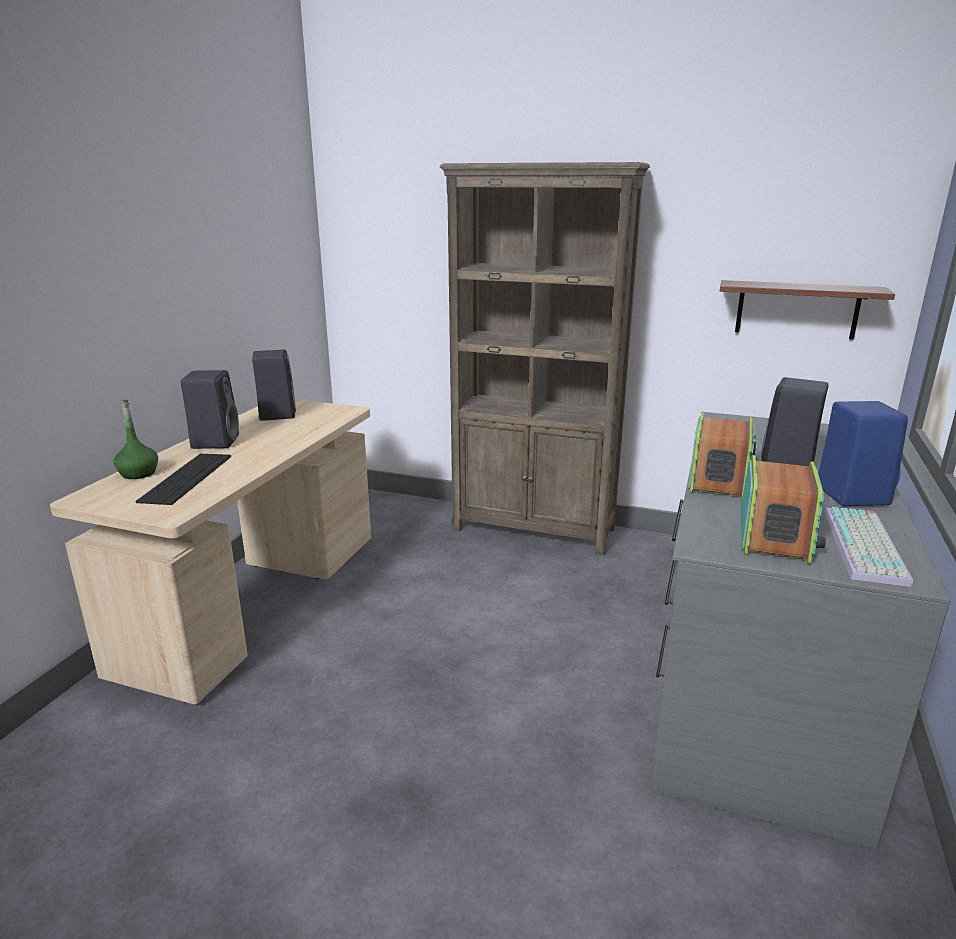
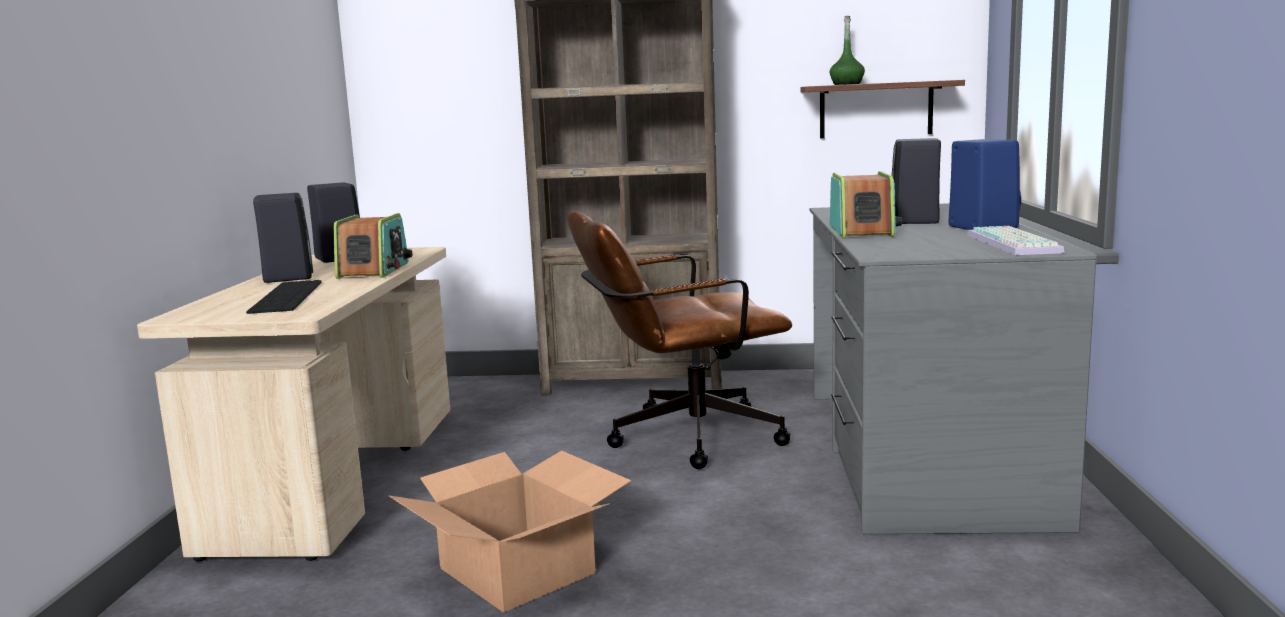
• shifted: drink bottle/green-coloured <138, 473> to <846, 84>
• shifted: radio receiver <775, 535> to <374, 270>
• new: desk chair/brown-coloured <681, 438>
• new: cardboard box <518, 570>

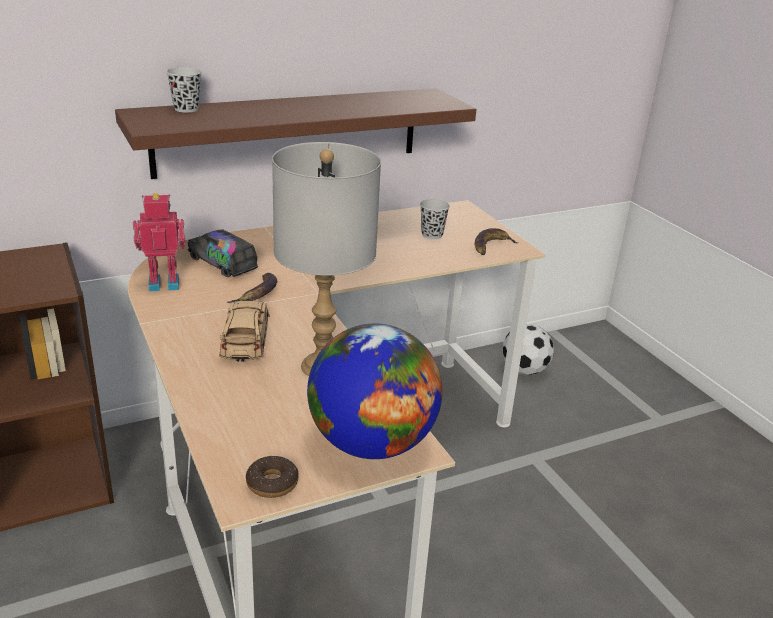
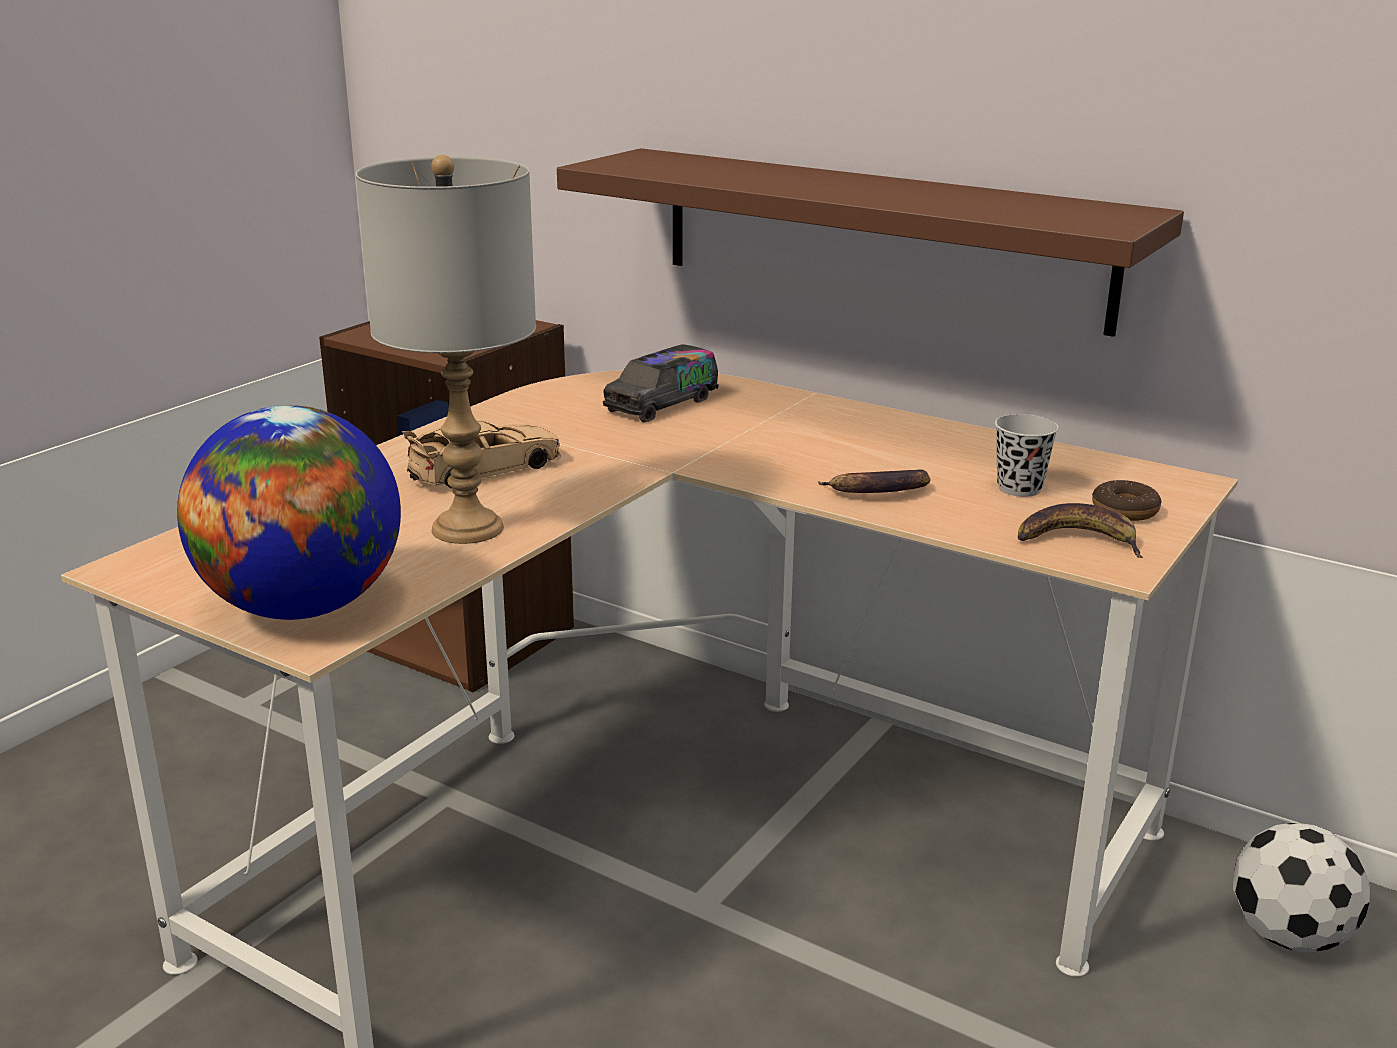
• gone: drinking cup/blackish <186, 109>
• gone: model robot <164, 283>
• rotated: toy lorry <222, 264> = <662, 404> 150 degrees counterclockwise
• shifted: whole banana <258, 293> to <878, 492>
• shifted: doughnut <272, 483> to <1124, 510>

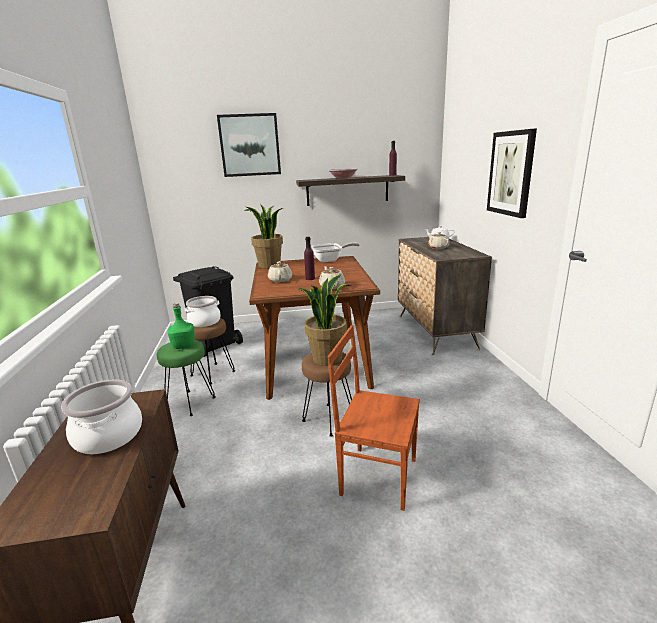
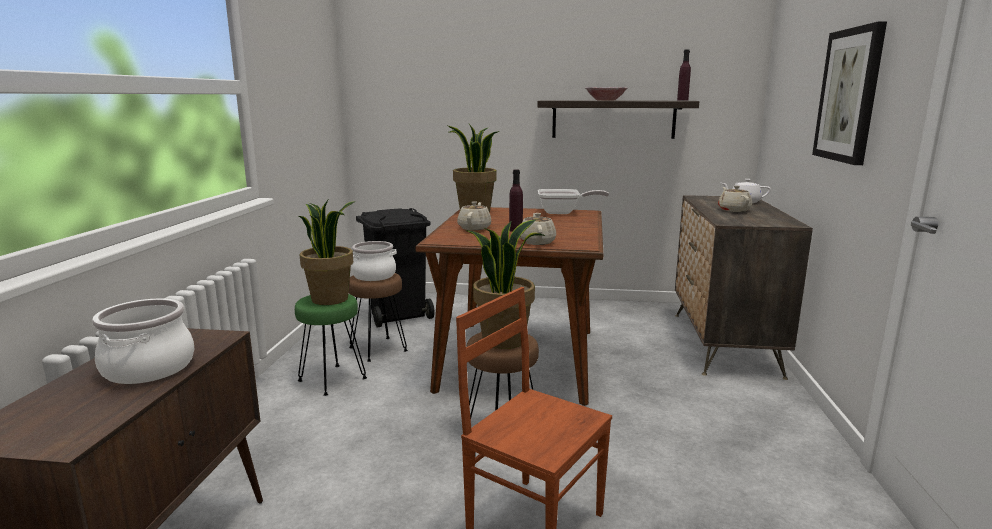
• gone: wall picture <250, 145>
• swapped: drink bottle/green-coloured <183, 346> to potted plant <331, 299>

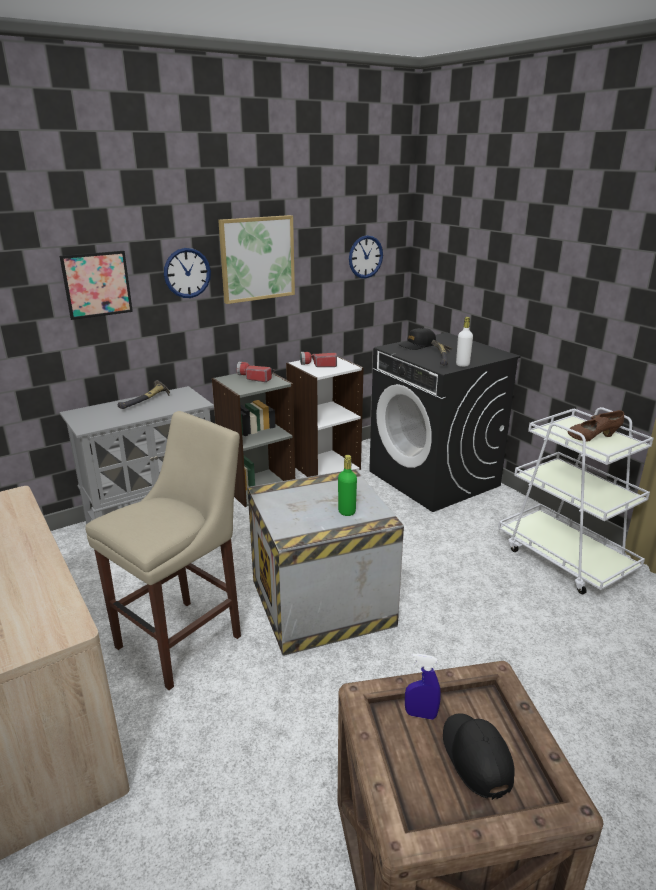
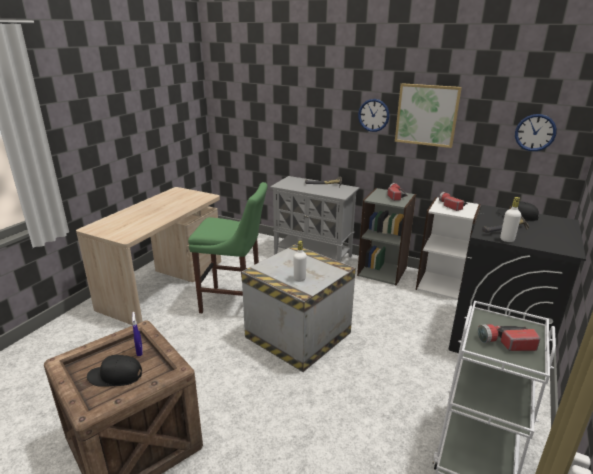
• gone: wall picture <97, 284>
• swapped: shoe/brown-coloured <592, 438> to flashlight <506, 343>
• repainted: stool/beige <184, 638> to stool/green-coloured <234, 303>
• repainted: drink bottle/green-coloured <347, 511> to drink bottle/white-coloured <299, 279>
• rotated: peaked cap/blackish <476, 757> = <115, 376> 135 degrees counterclockwise

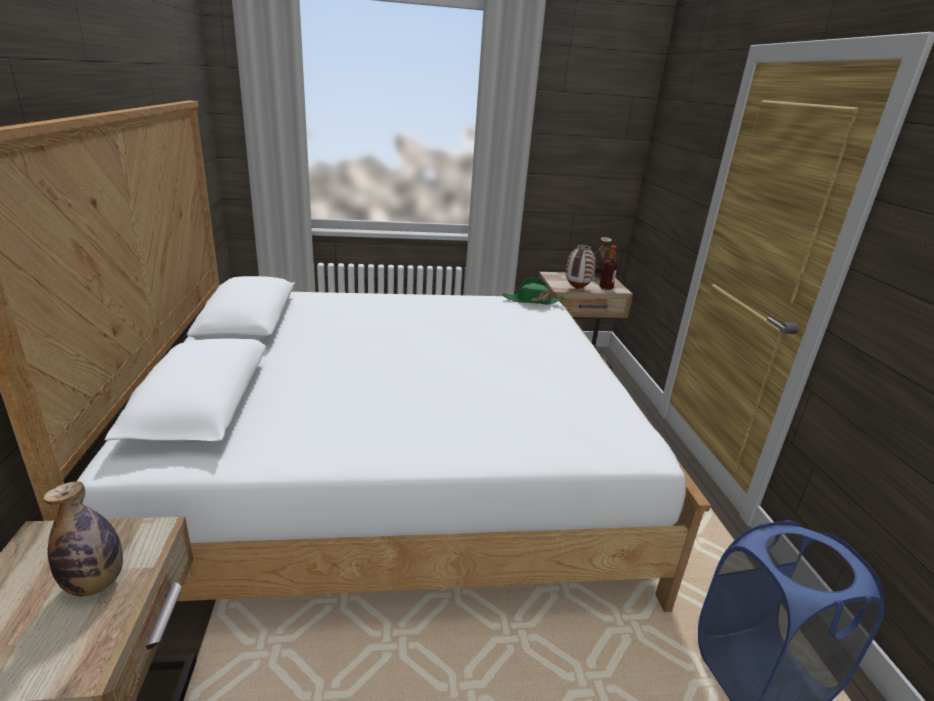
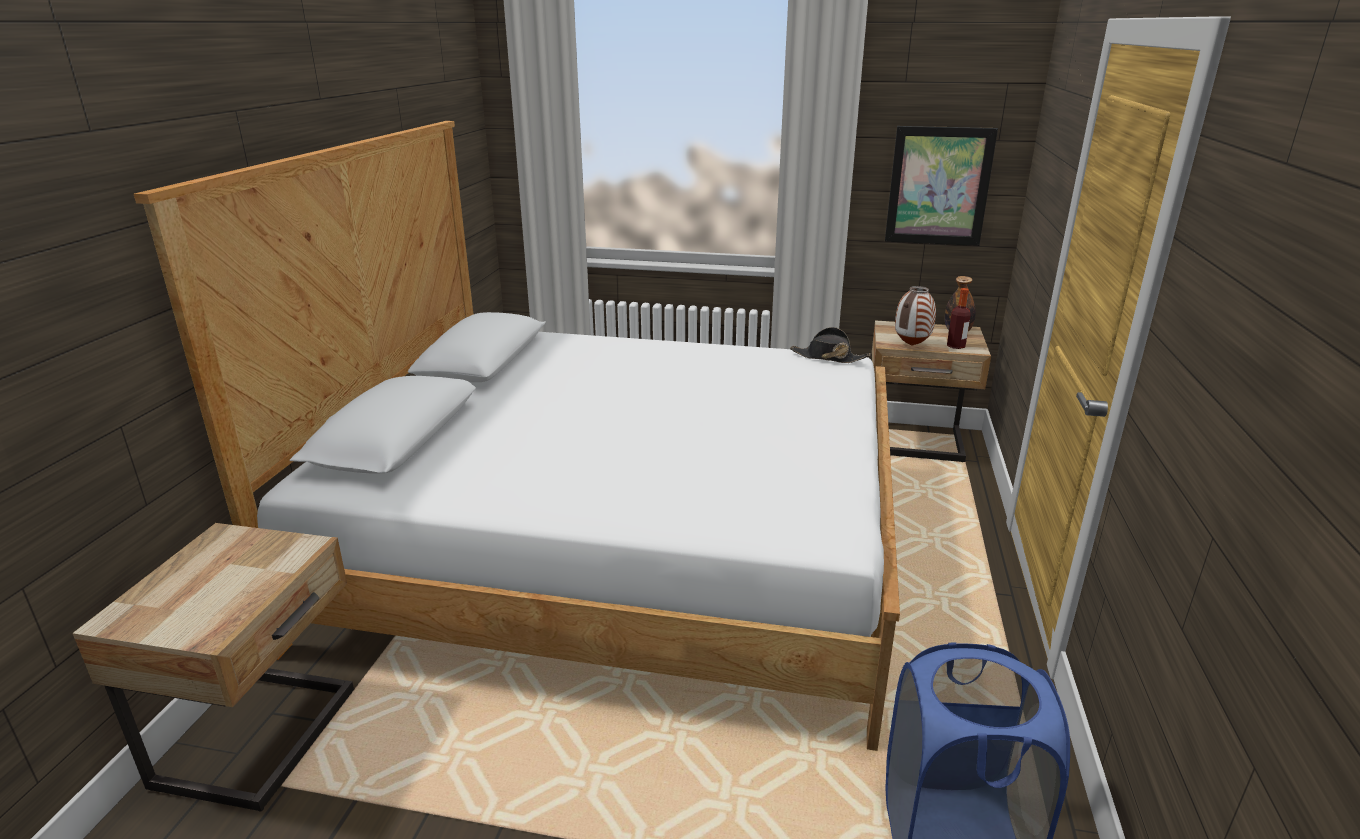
• repainted: wearable hat/green-coloured <532, 301> to wearable hat/blackish <828, 357>
• gone: drink bottle <95, 583>
• new: wall picture <938, 186>

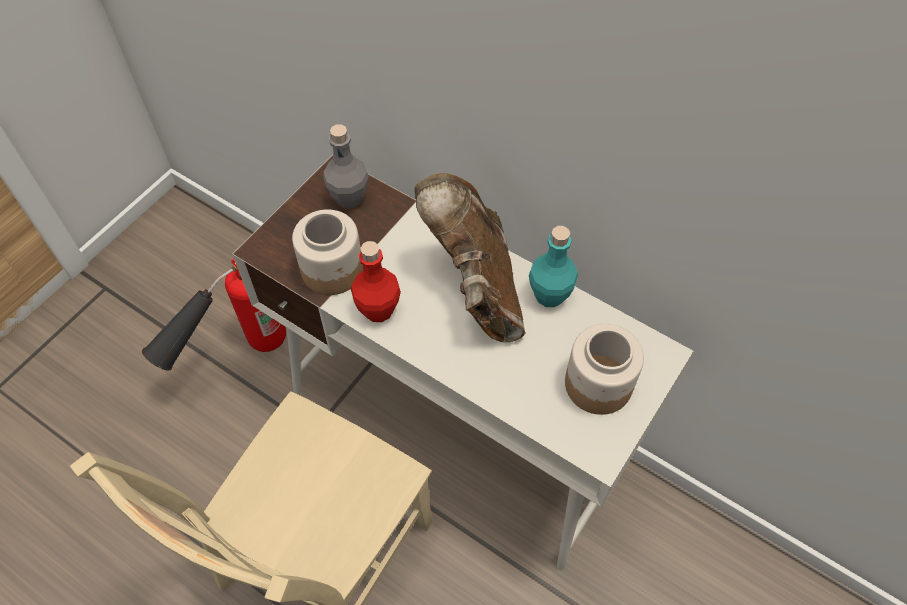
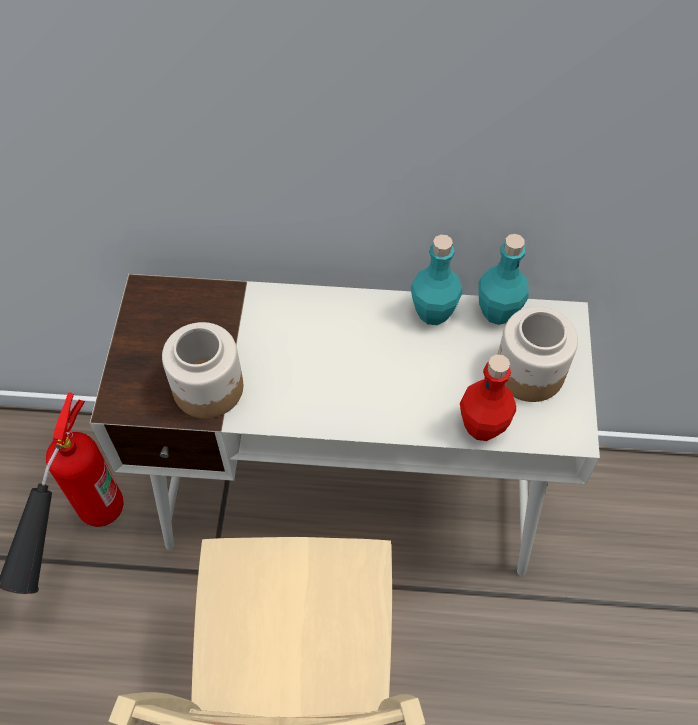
• gone: drink bottle/greyish <349, 198>
• gone: tall boot/brown-coloured <476, 289>
• shifted: drink bottle/red <378, 310> to <482, 426>
• new: drink bottle/turquoise <498, 312>

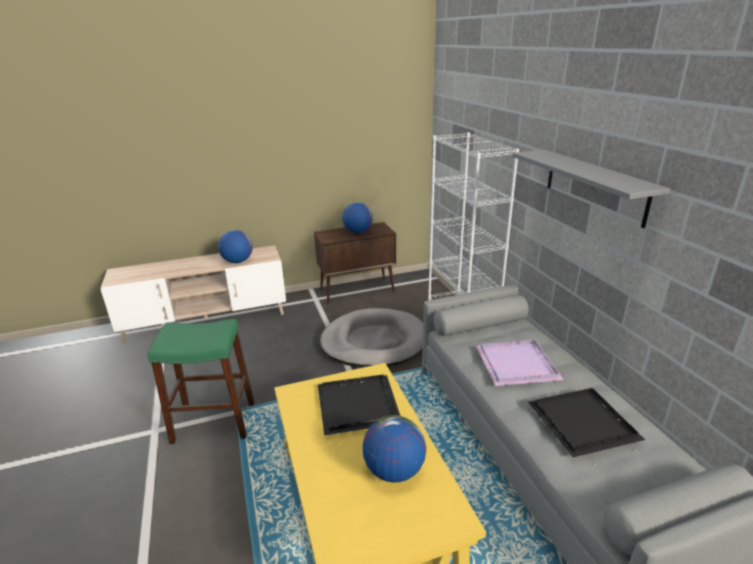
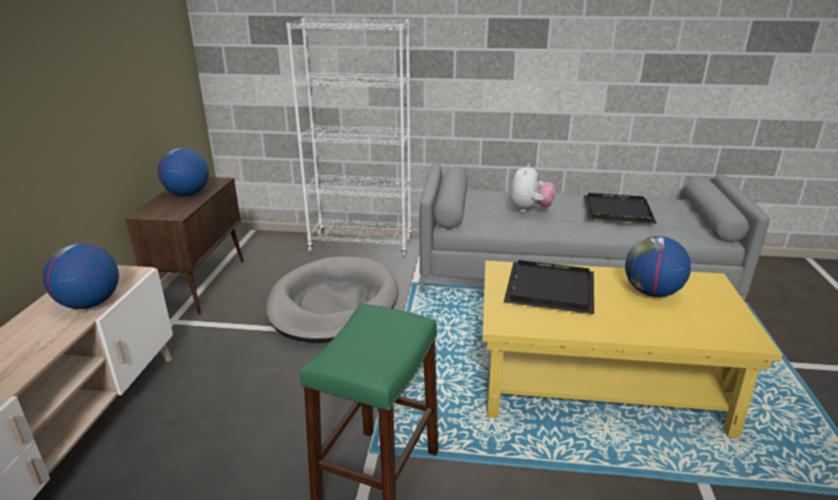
• gone: shelf/greyish <594, 186>
• swapped: tray/purplish <517, 363> to cuddly toy <529, 209>

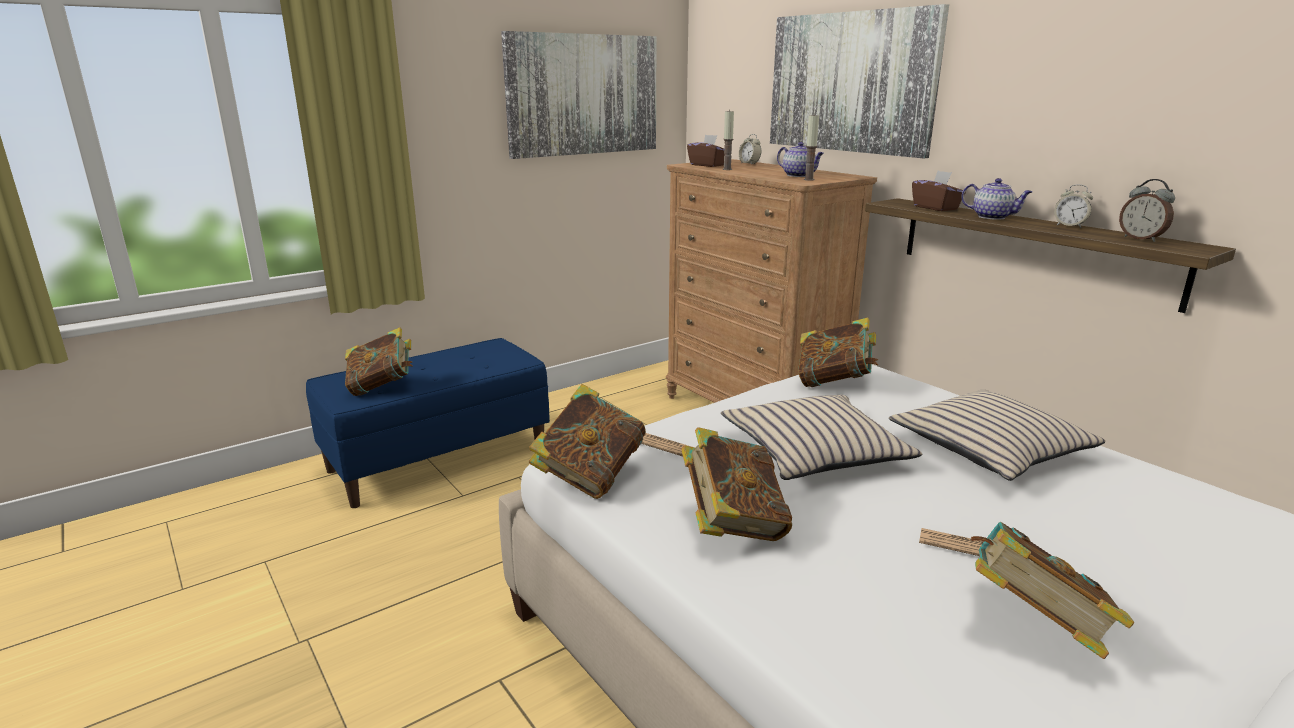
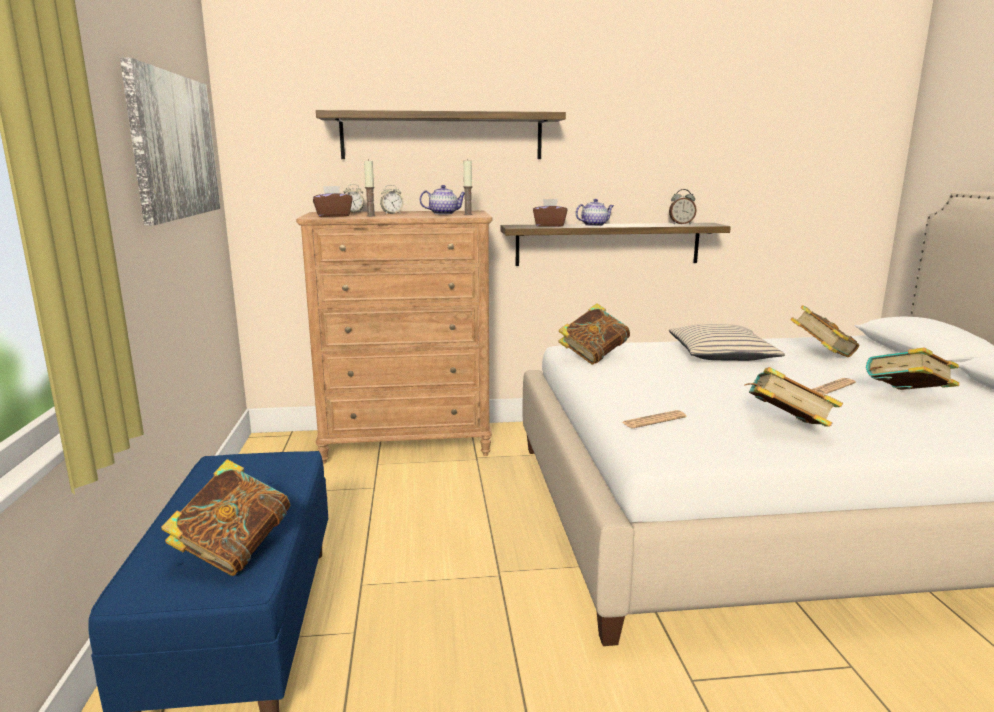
• swapped: wall picture <850, 83> to shelf <442, 136>
• shifted: table clock <1069, 226> to <392, 214>
• shifted: book <589, 477> to <821, 355>
• gone: cushion/beige <815, 452>

